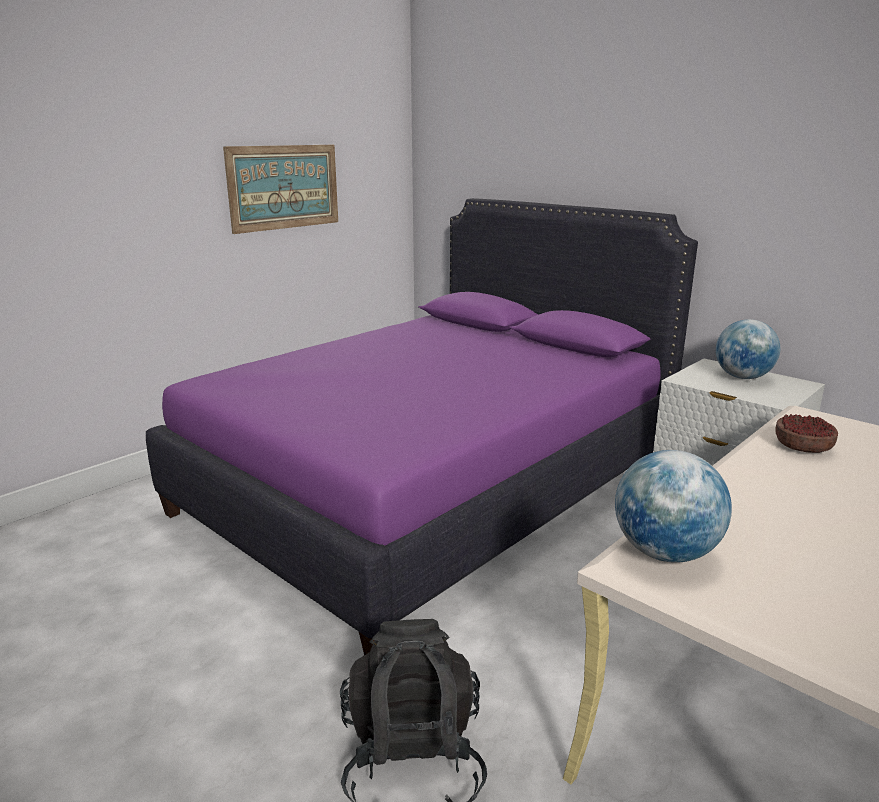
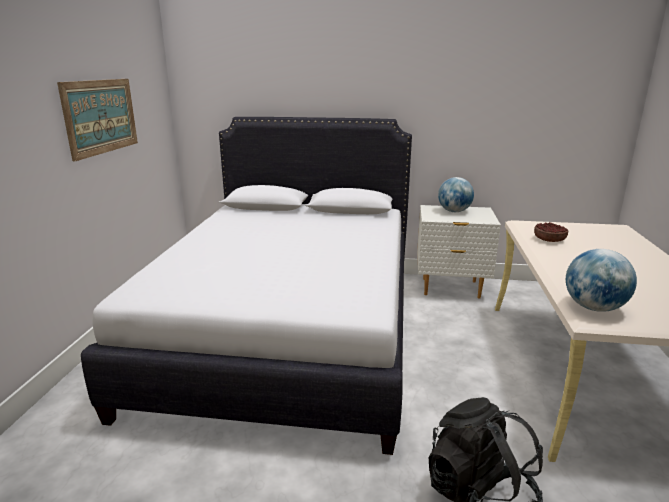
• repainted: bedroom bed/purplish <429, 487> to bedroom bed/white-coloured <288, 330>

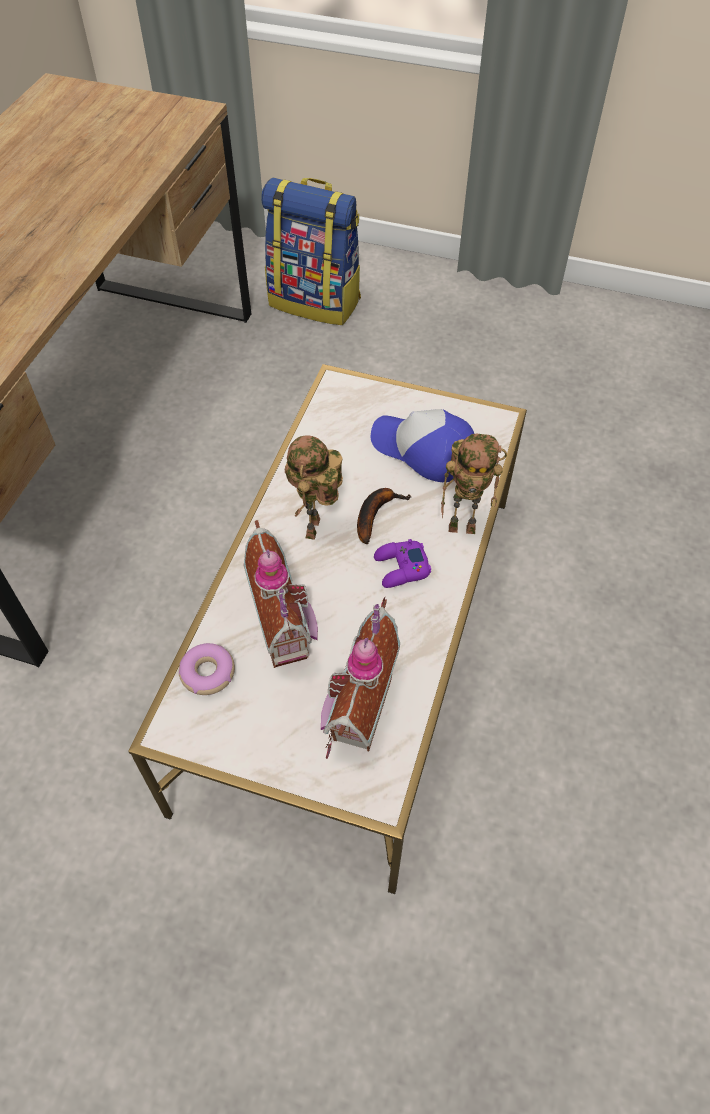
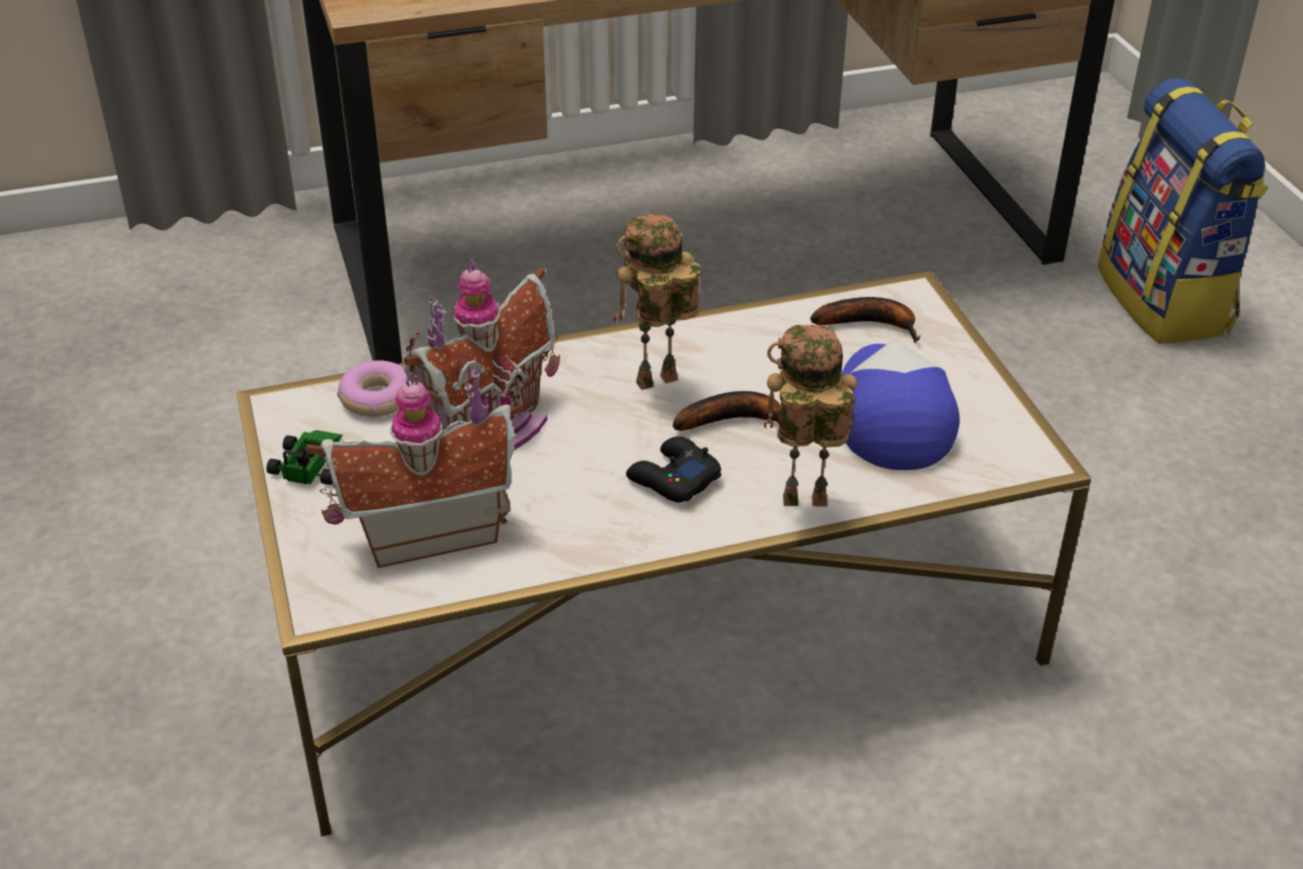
• rotated: model robot <464, 526> = <801, 504> 120 degrees clockwise
• repainted: gamepad/purplish <401, 568> to gamepad/blackish <673, 478>
• new: whole banana <871, 324>
• new: miniature car <313, 459>

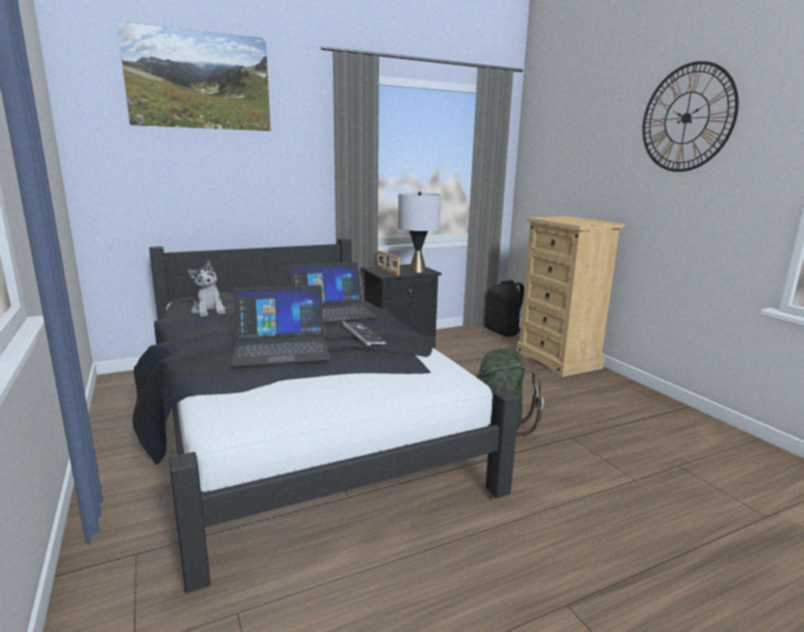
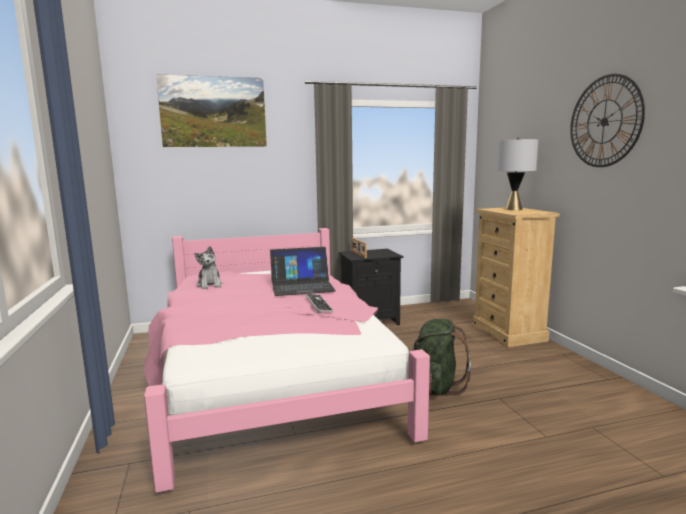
• shifted: table lamp/greyish <417, 270> to <513, 209>
• repainted: bedroom bed/blackish <299, 424> to bedroom bed/pink <272, 377>
• gone: rucksack/blackish <503, 332>
• gone: notebook computer <281, 348>

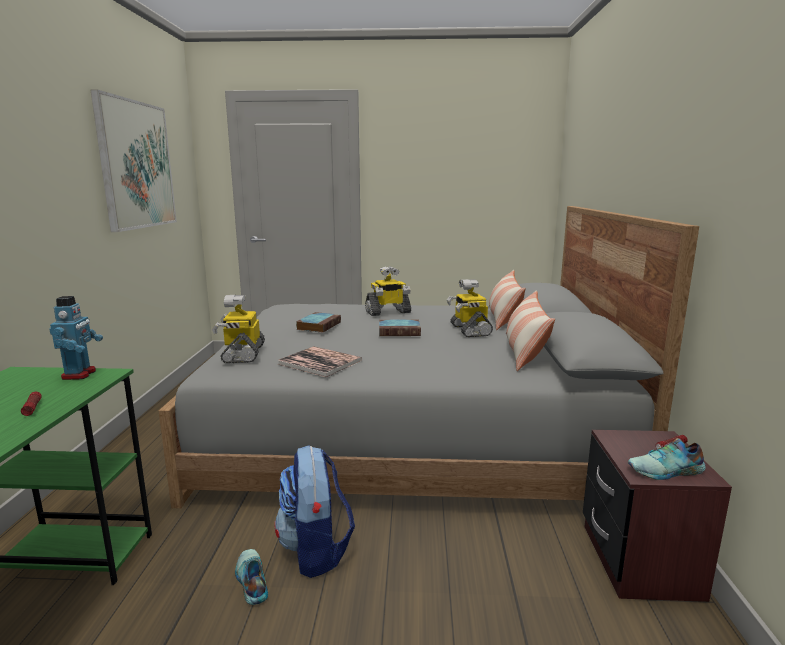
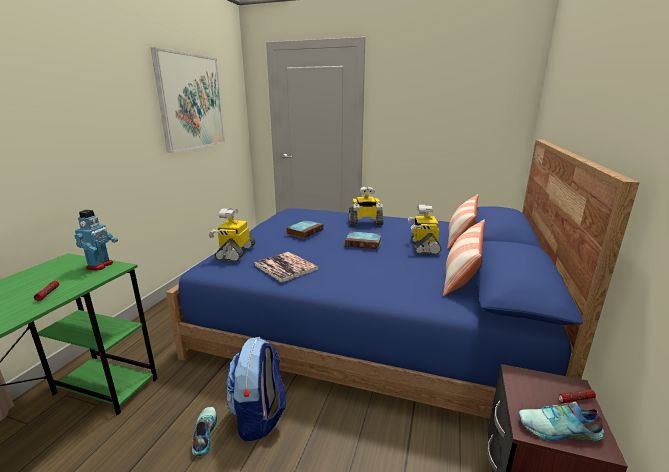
• repainted: bedroom bed/greyish <411, 432> to bedroom bed/blue-coloured <371, 321>

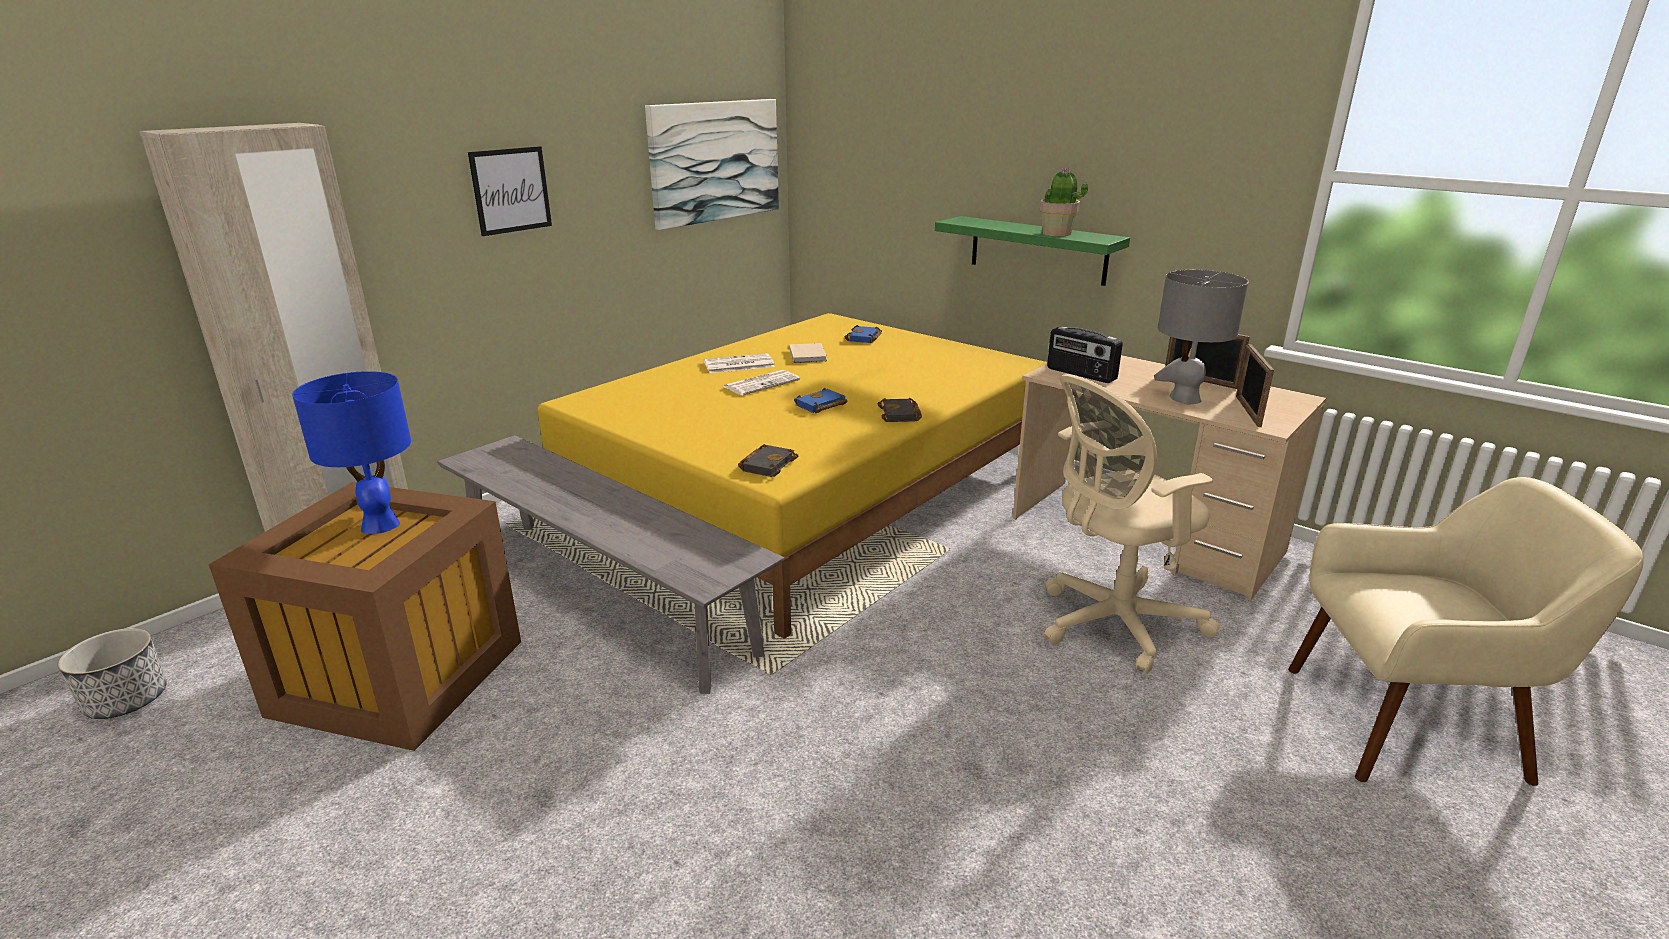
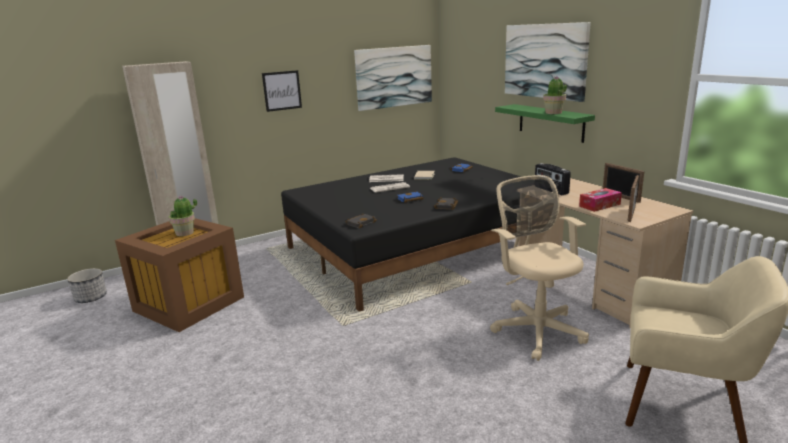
• swapped: table lamp/greyish <1185, 398> to tissue box <599, 205>
• repainted: bedroom bed/yellow <811, 490> to bedroom bed/blackish <417, 247>
• swapped: table lamp/blue-coloured <380, 524> to potted plant <185, 233>
• rotated: desk chair/beige <1112, 624> = <536, 329> 75 degrees clockwise
• gone: indoor bench/greyish <604, 597>
• new: wall picture <544, 61>

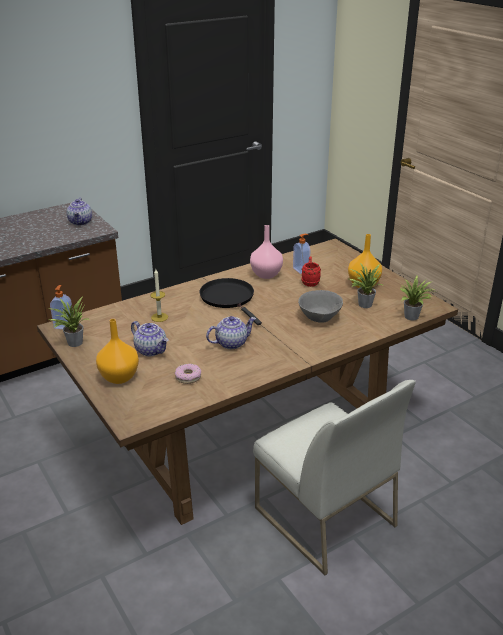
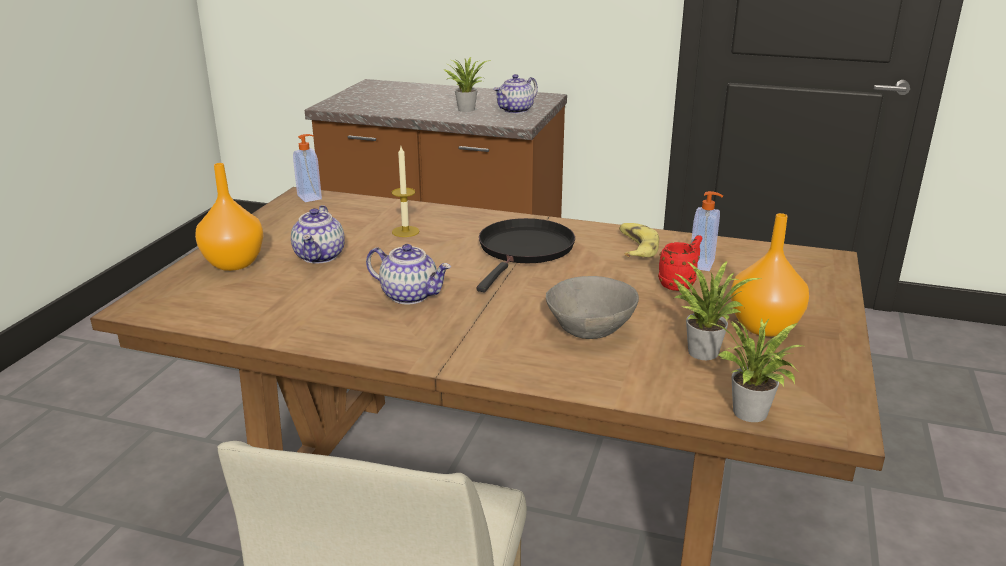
• swapped: flower vase/pink <265, 274> to whole banana <635, 247>
• shifted: potted plant <73, 342> to <465, 109>
• gone: doughnut <188, 377>

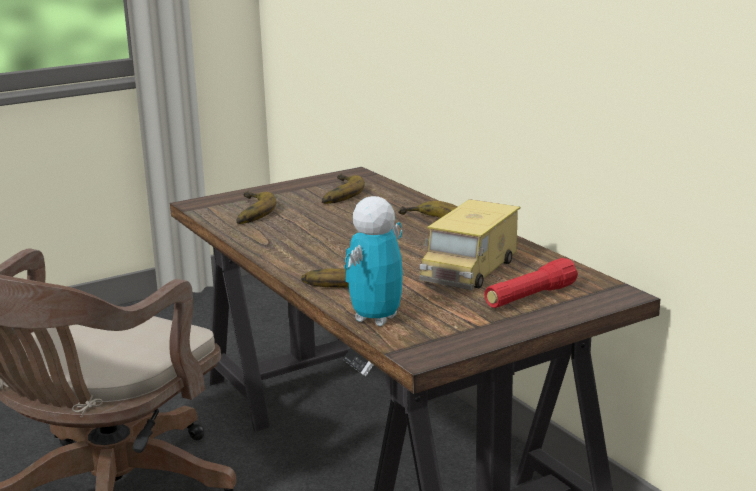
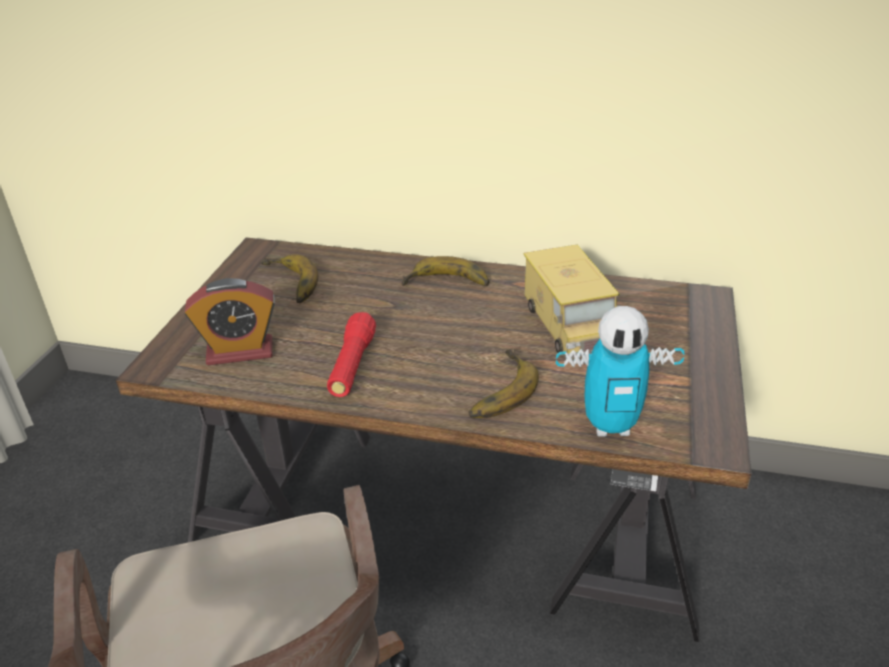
• swapped: whole banana <247, 212> to table clock <240, 352>
• rotated: model robot <376, 319> = <610, 426> 75 degrees counterclockwise
• shifted: flashlight/red <530, 297> to <352, 365>

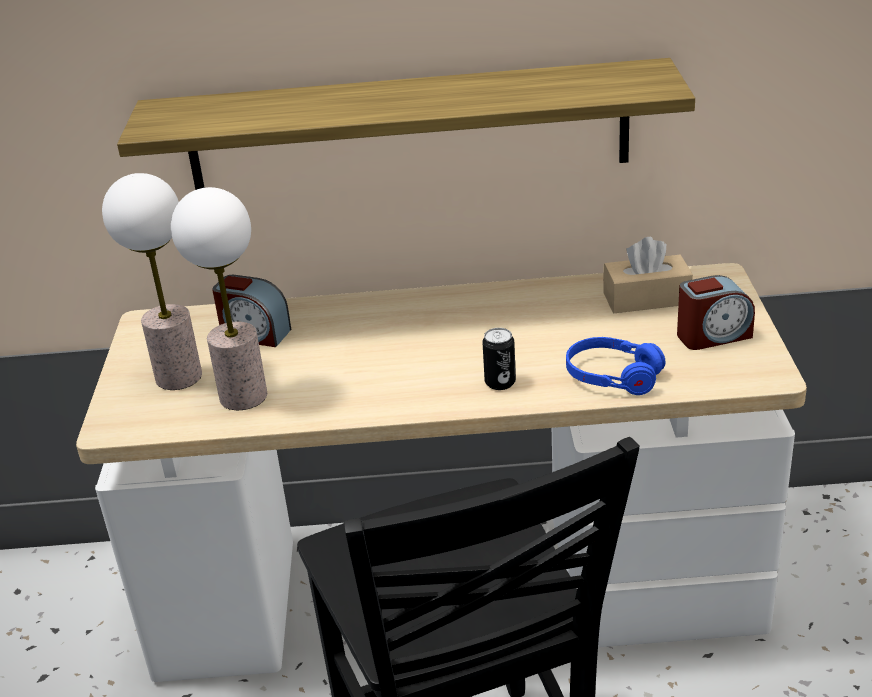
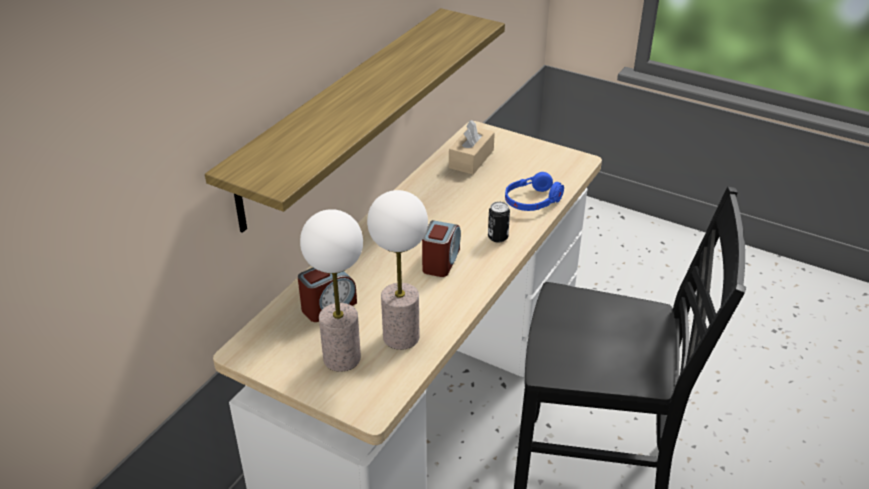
• shifted: table clock <713, 335> to <441, 261>

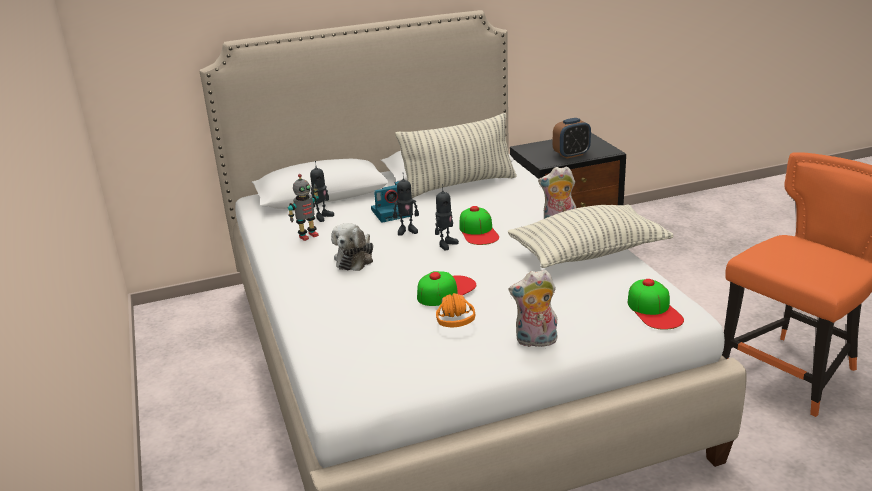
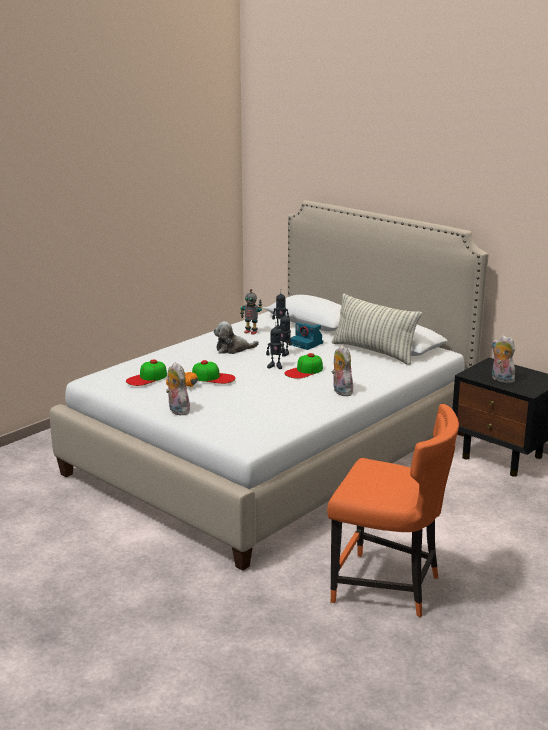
• swapped: table clock <571, 154> to cuddly toy <501, 379>
• gone: cushion <588, 253>
• shifted: peaked cap <654, 310> to <147, 378>

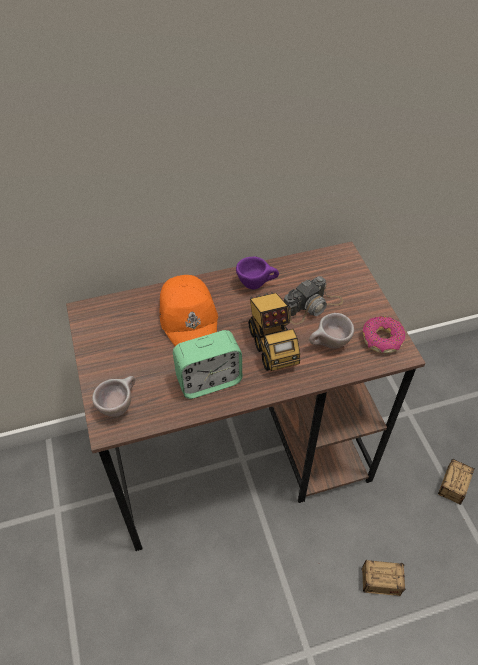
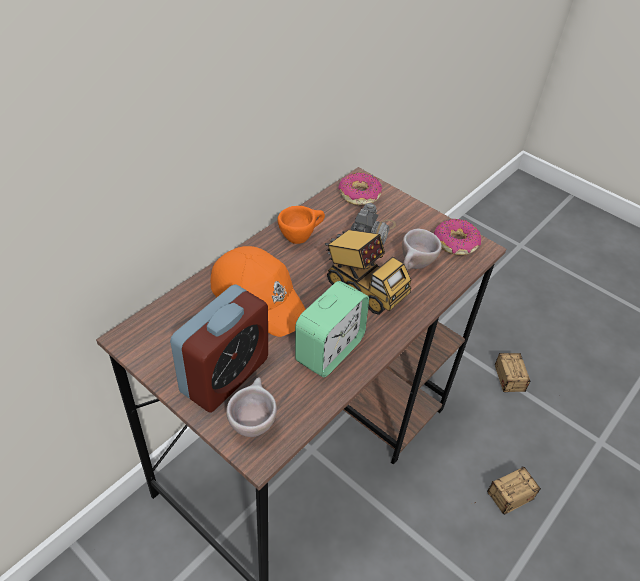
• repainted: drinking cup/purplish <257, 284> to drinking cup/orange <301, 237>
• new: doughnut <359, 195>
• new: table clock <225, 375>

